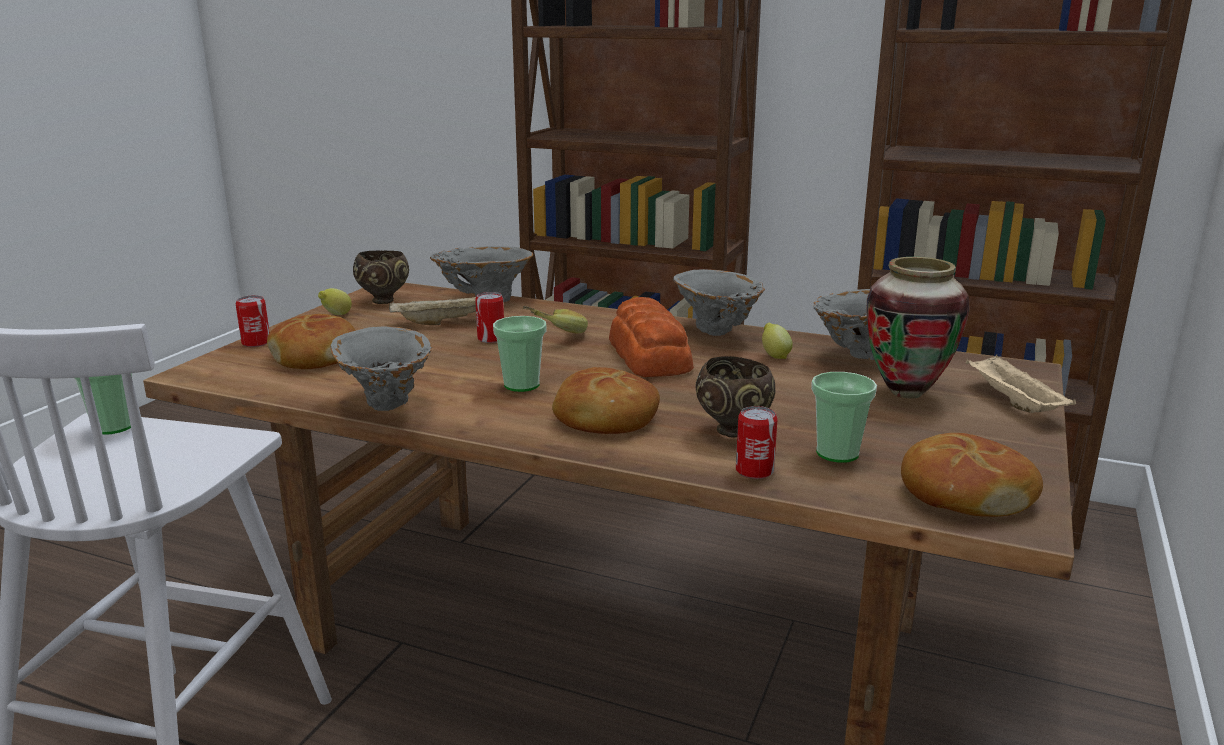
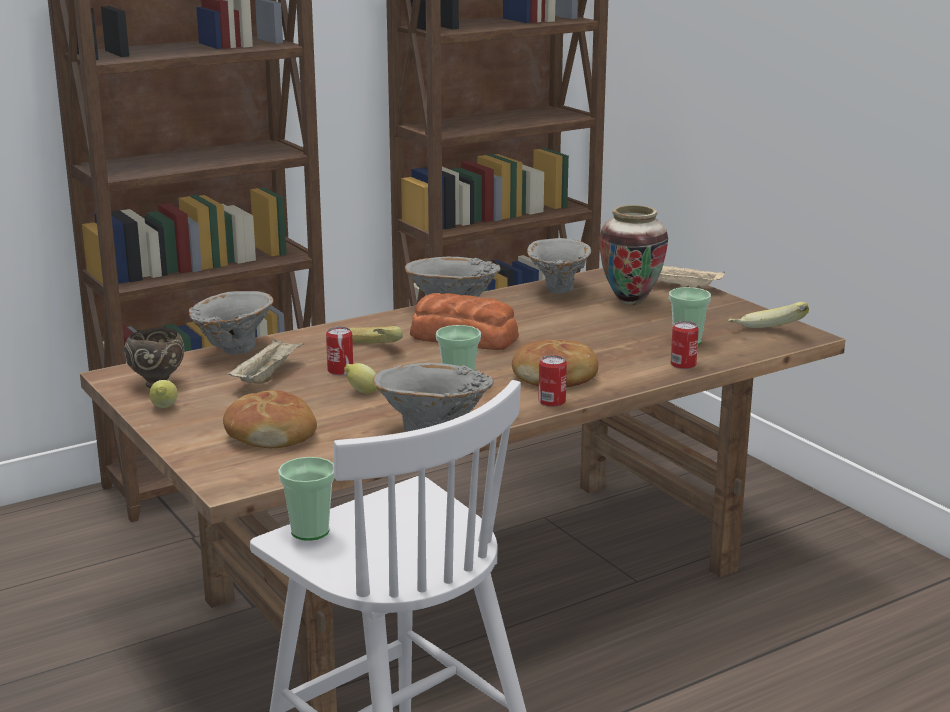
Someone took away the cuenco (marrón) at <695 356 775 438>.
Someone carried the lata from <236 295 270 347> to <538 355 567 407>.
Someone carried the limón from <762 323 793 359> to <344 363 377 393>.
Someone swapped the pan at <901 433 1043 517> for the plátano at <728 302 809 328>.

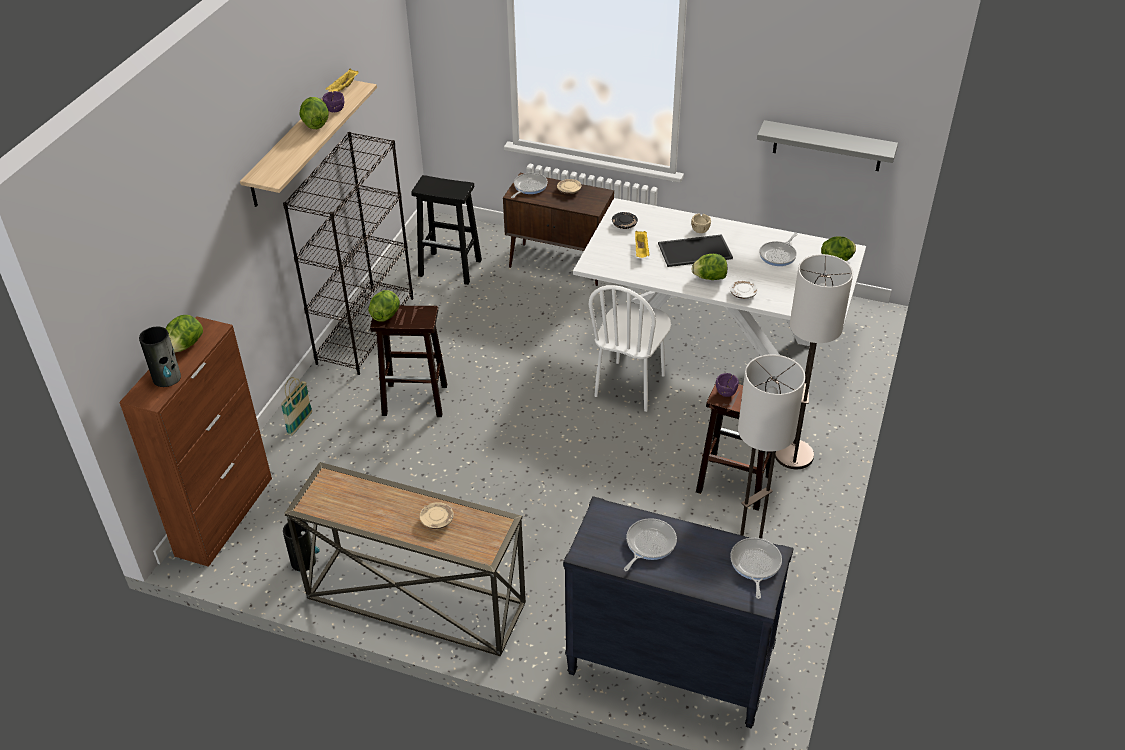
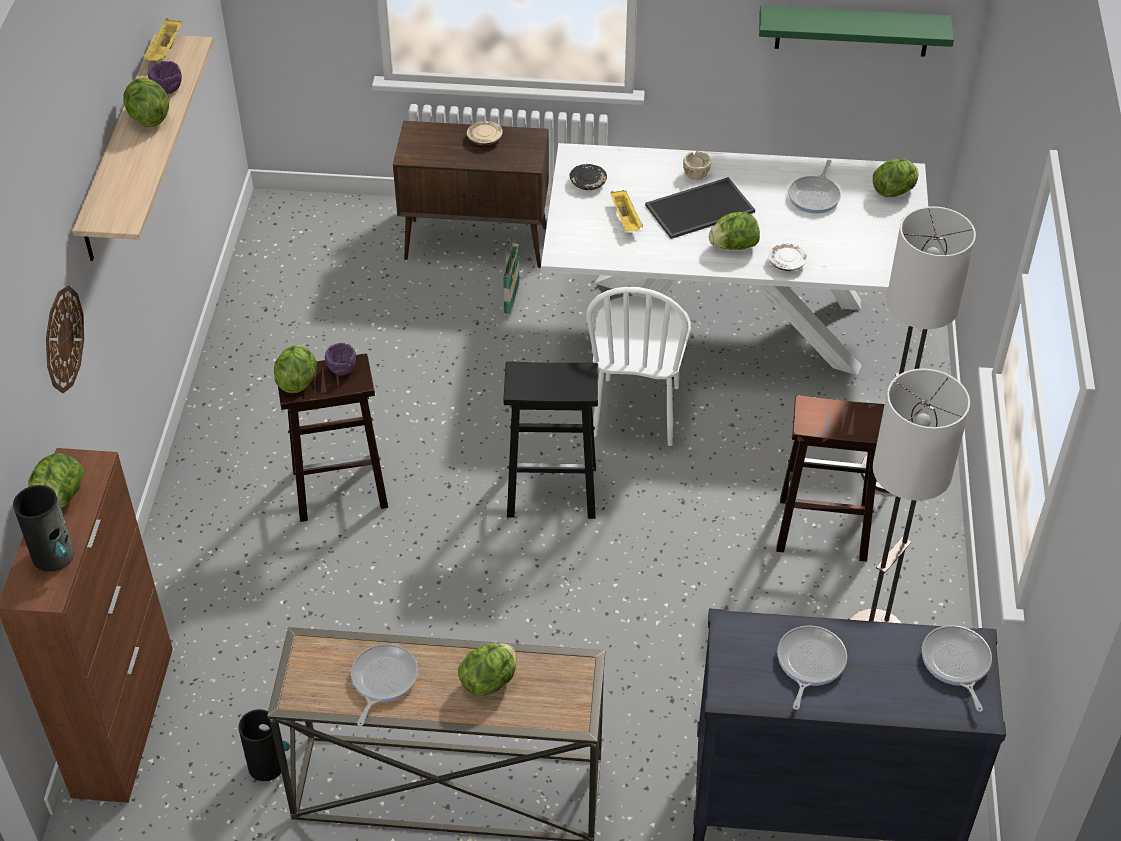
Someone took away the estantería (negro) at <283 132 413 375>.
Someone put up the reloj de pared at <46 285 84 393>.
Someone carried the cesta from <281 377 312 436> to <503 238 520 316>.
Someone carried the taburete (negro) from <411 175 482 285> to <504 361 598 519>.
Someone carried the sartén from <511 173 548 198> to <351 644 418 726>.
Someone carried the cuenco (morado) from <716 373 739 397> to <325 343 356 375>.
Someone swapped the plato (beis) at <420 502 454 529> for the lechuga at <458 643 517 696>.
Someone repainted the estante (gris) at <757 120 898 171>, which became the estante (verde) at <759 6 954 57>.

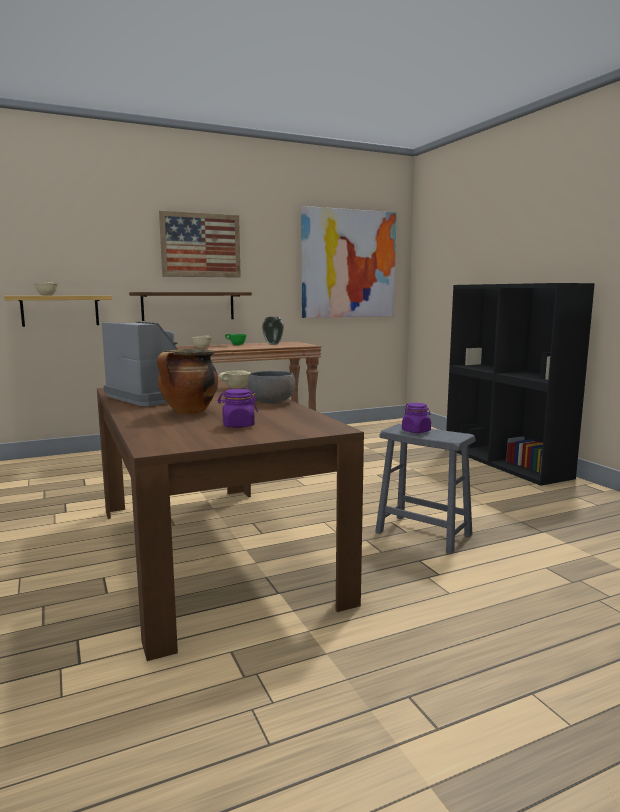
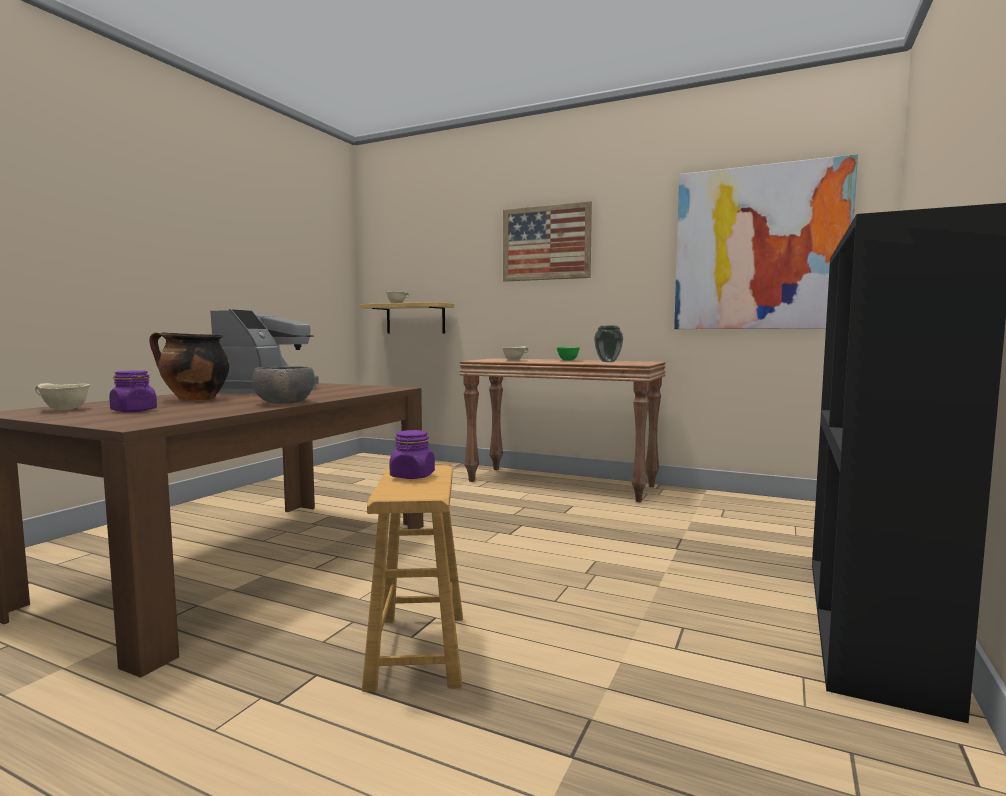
Someone took away the estante at <129 292 252 321>.
Someone carried the cuenco (beis) from <218 371 250 389> to <35 383 90 410>.
Someone repainted the taburete (gris) at <375 424 476 554>, which became the taburete (marrón) at <362 465 463 692>.

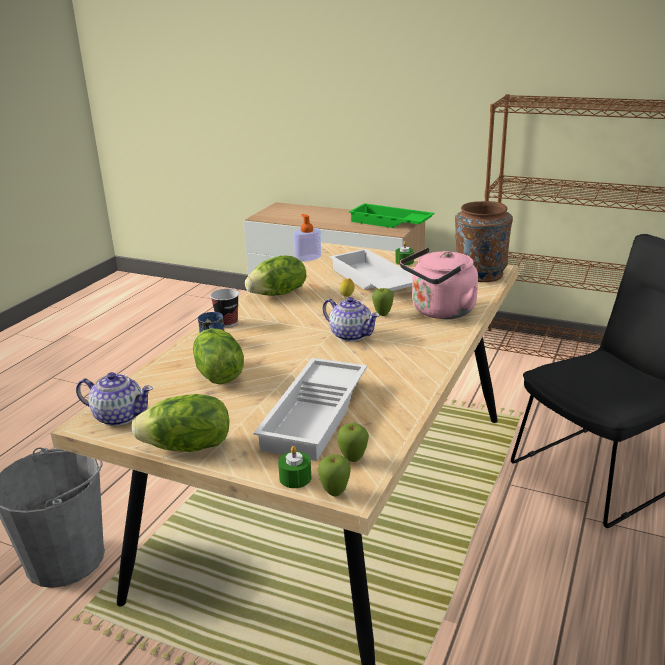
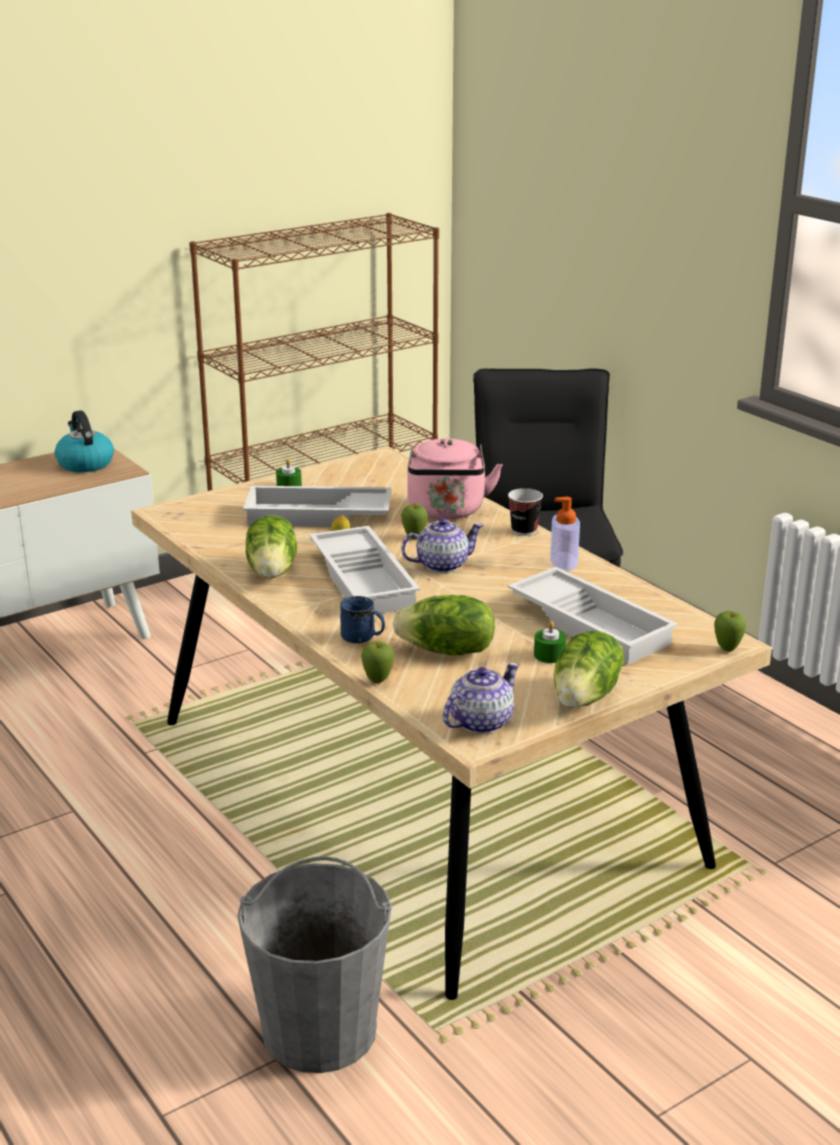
Someone took away the florero (marrón) at <455 201 513 282>.
Someone put down the bandeja (blanco) at <309 526 420 615>.
Someone carried the taza from <210 289 239 327> to <508 488 543 536>.
Someone carried the vela (verde) from <278 446 311 488> to <534 621 567 663>.
Someone carried the dispensador de jabón from <294 214 321 262> to <550 497 580 571>.
Someone carried the manzana from <337 423 369 462> to <361 642 394 683>.
Someone swapped the bandeja (verde) at <349 203 434 228> for the hervidor at <55 410 114 472>.

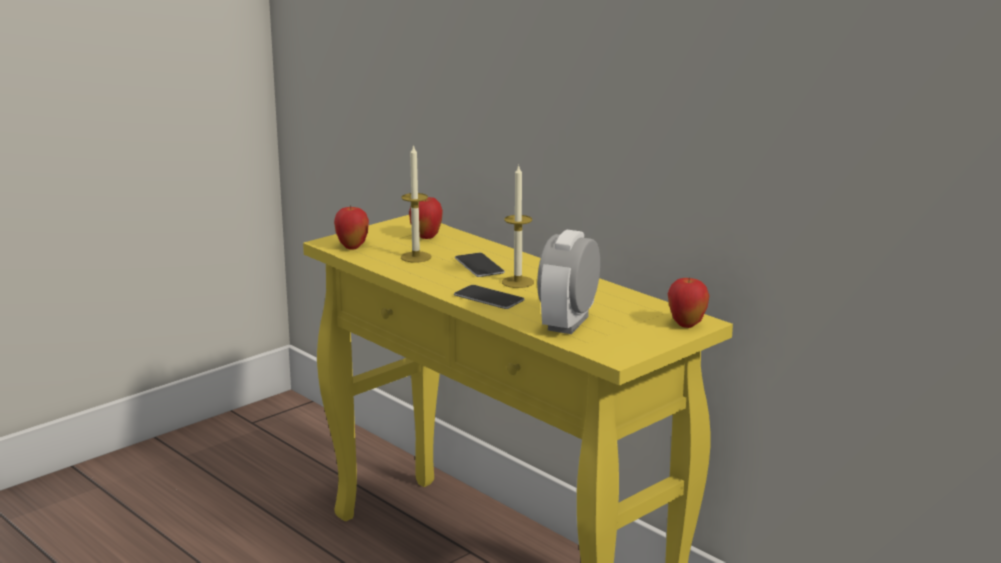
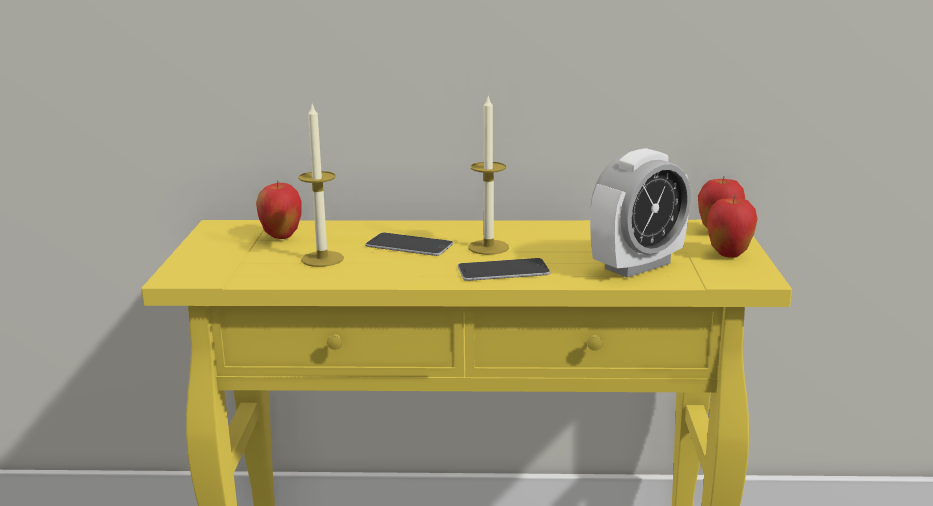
Someone carried the manzana from <334 205 369 250> to <707 196 758 258>.
Someone rotated the despertador at <537 230 600 334> by 105 degrees counterclockwise.

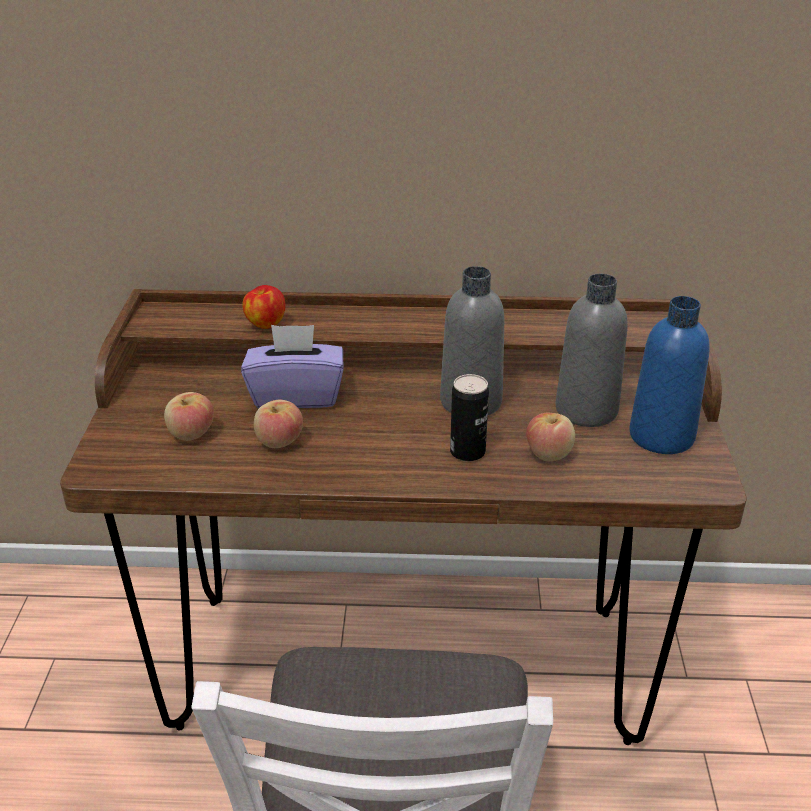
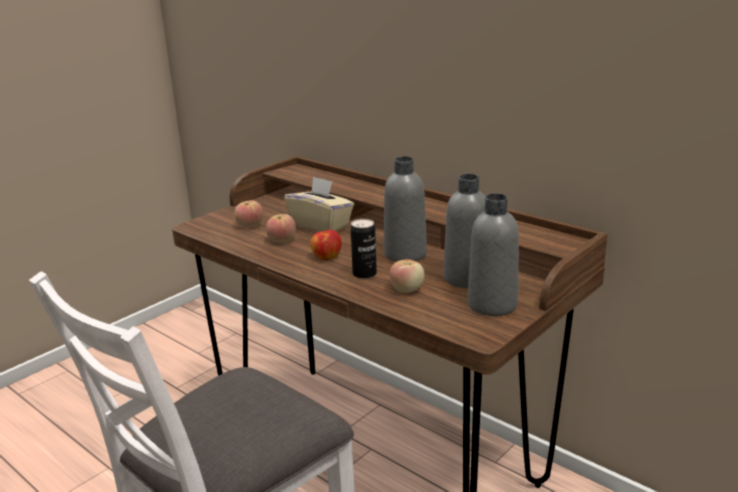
Someone carried the manzana from <242 285 286 329> to <310 230 342 260>.
Someone repainted the caja de pañuelos (morado) at <241 325 344 408>, which became the caja de pañuelos (beis) at <284 176 354 232>.
Someone repainted the botella (azul) at <629 296 710 454>, which became the botella (gris) at <467 193 519 316>.

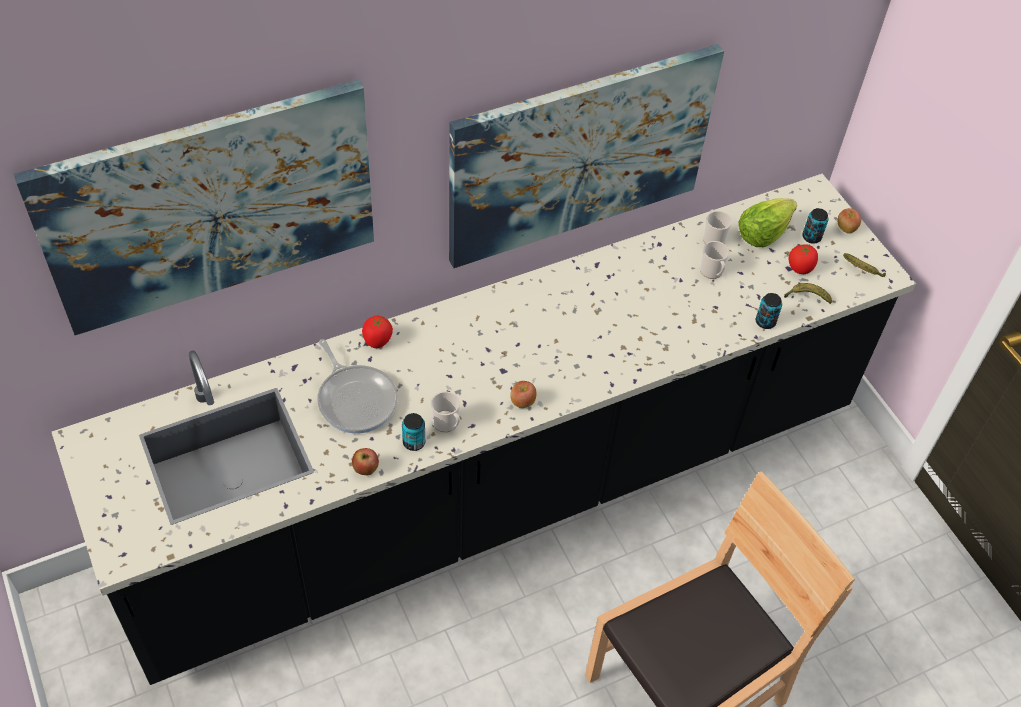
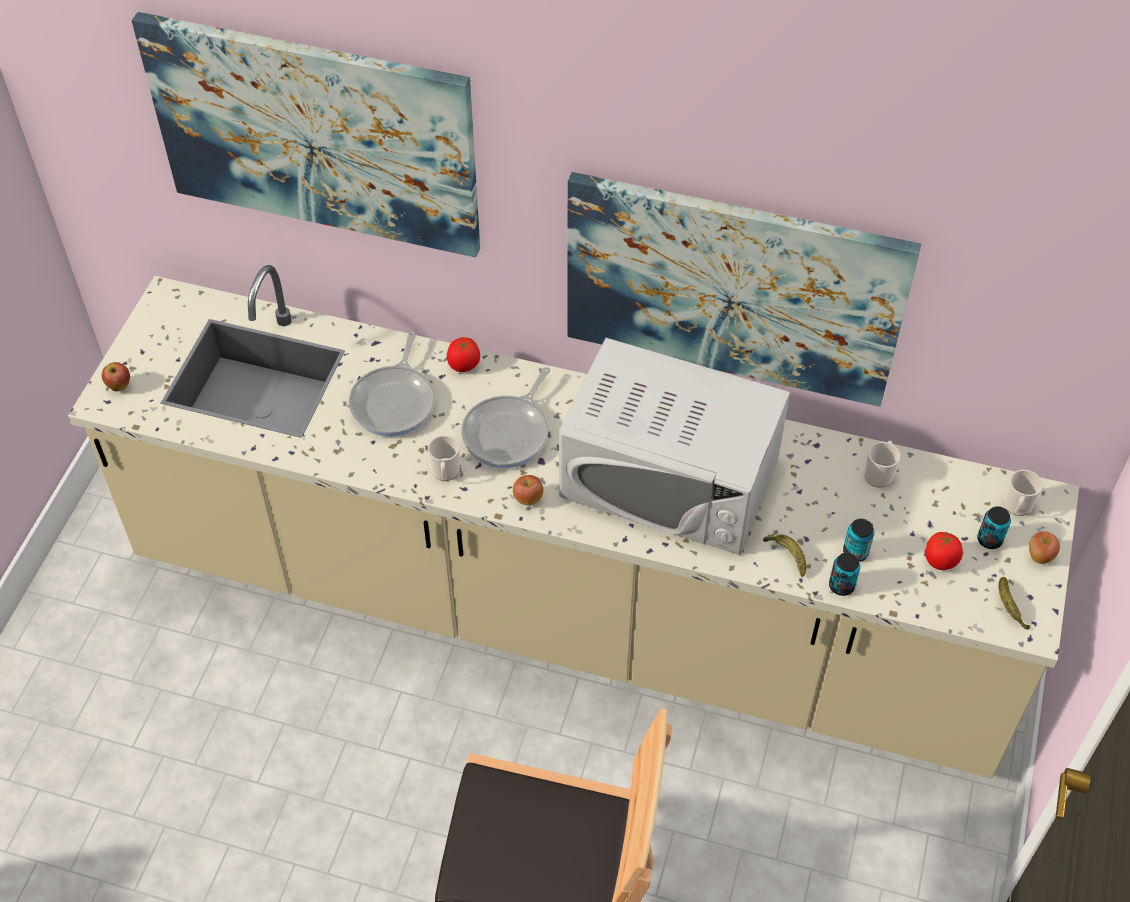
Someone took away the lechuga at <738 198 797 247>.
Someone put down the sartén at <461 367 550 468>.
Someone put down the microondas (blanco) at <559 338 790 555>.
Someone carried the manzana from <352 448 379 475> to <102 362 130 391>.
Someone carried the lata from <402 413 425 451> to <843 519 874 561>.
Someone carried the taza grande from <700 241 729 279> to <1003 470 1043 516>.
Someone carried the plátano from <784 283 832 304> to <763 534 807 577>.
Someone repainted the mueble bajo de cocina (negro) at <52 174 916 685>, which became the mueble bajo de cocina (beis) at <68 265 1079 778>.

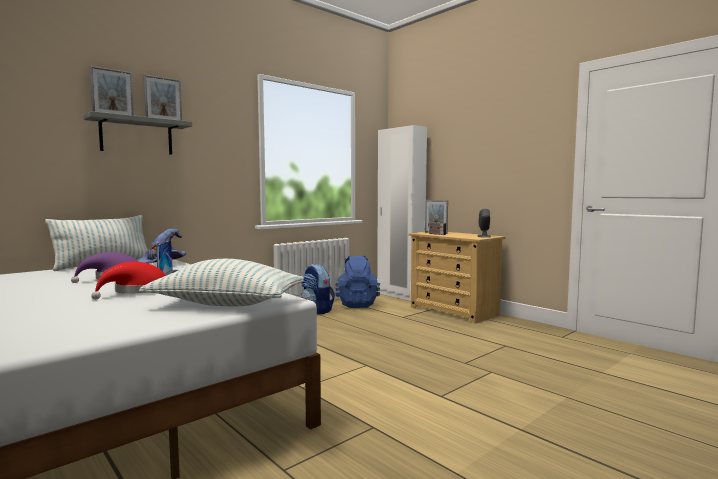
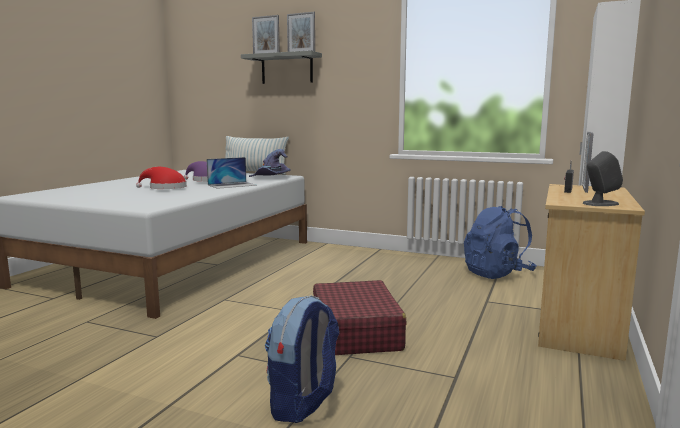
Someone took away the cojín at <139 259 304 307>.
Someone put down the maleta (rojo) at <313 280 407 355>.
Someone carried the mochila from <301 264 335 314> to <265 295 339 423>.

